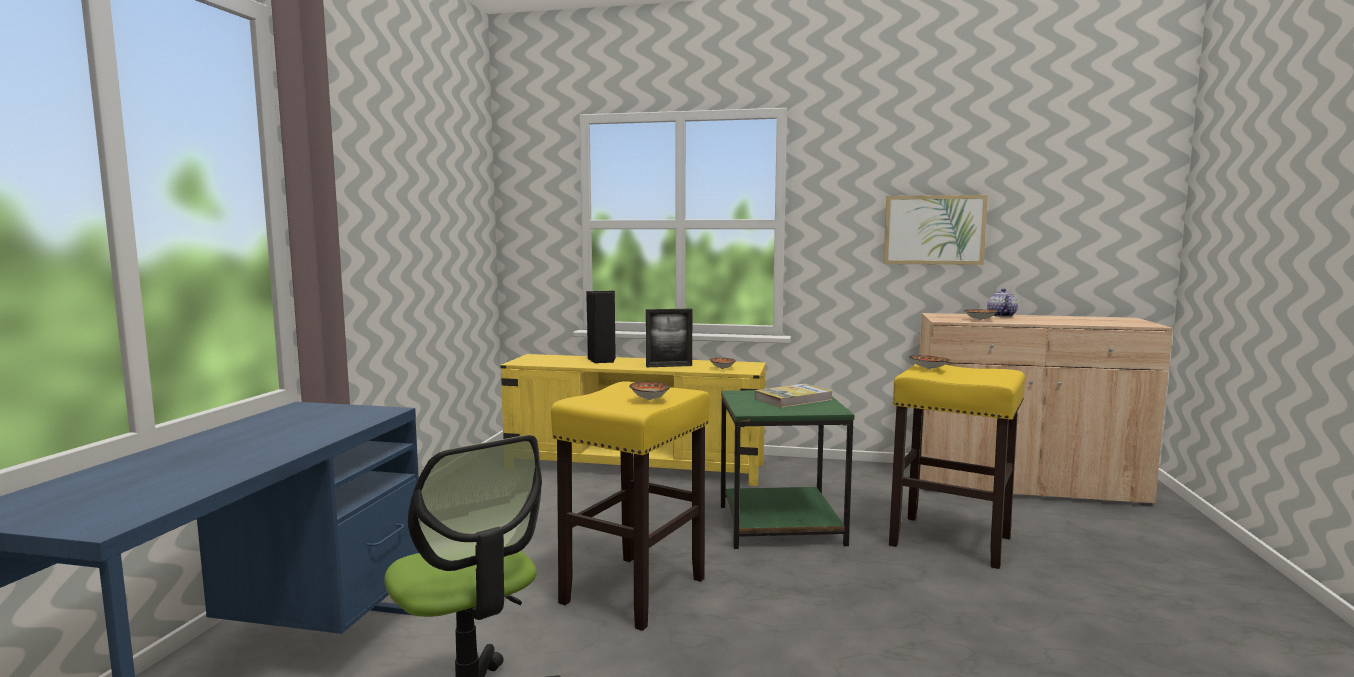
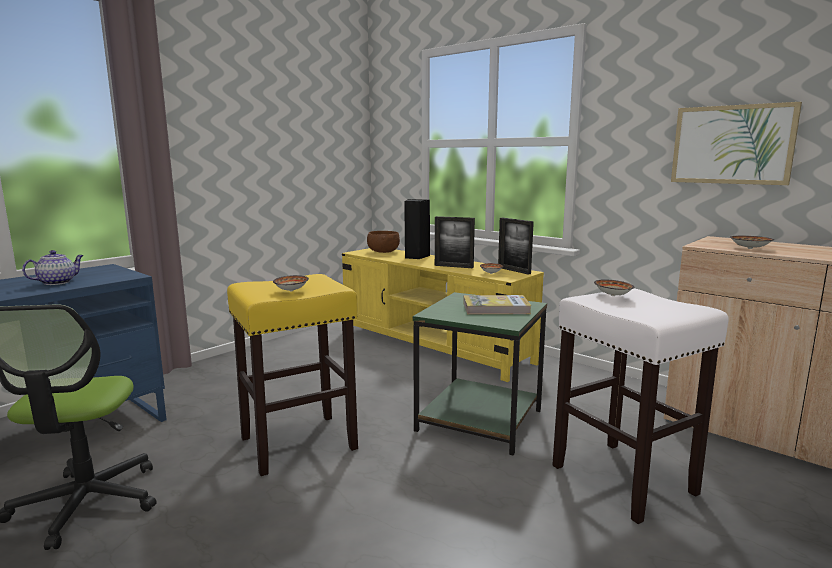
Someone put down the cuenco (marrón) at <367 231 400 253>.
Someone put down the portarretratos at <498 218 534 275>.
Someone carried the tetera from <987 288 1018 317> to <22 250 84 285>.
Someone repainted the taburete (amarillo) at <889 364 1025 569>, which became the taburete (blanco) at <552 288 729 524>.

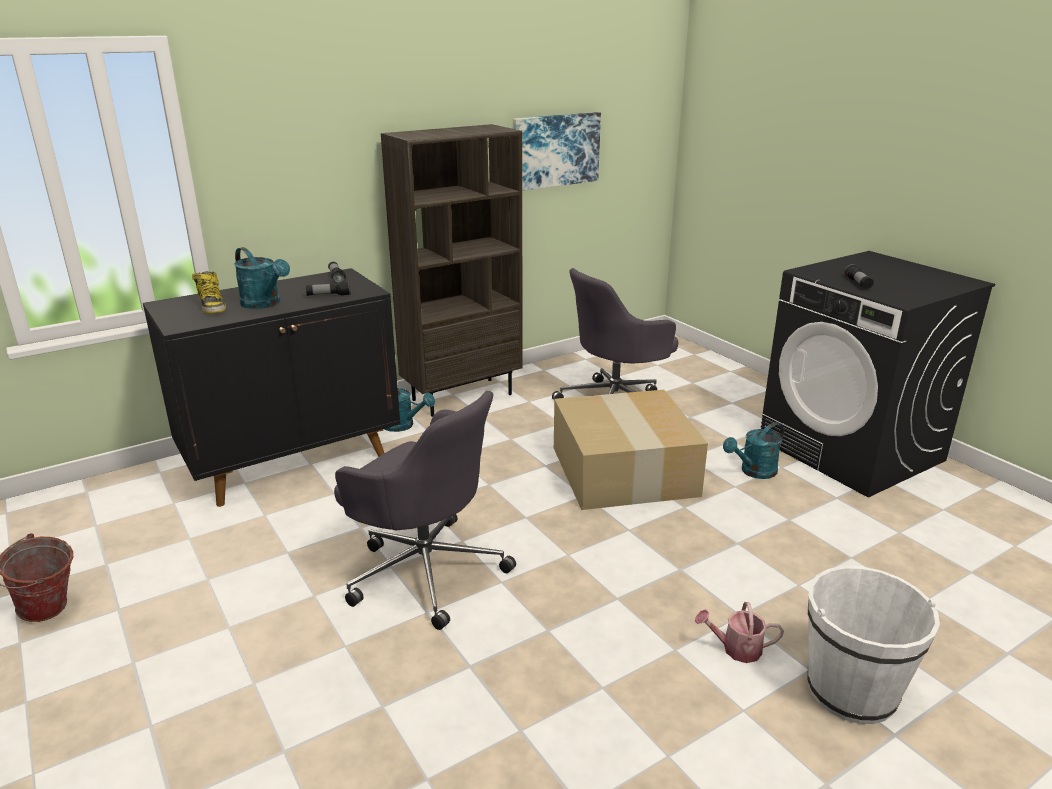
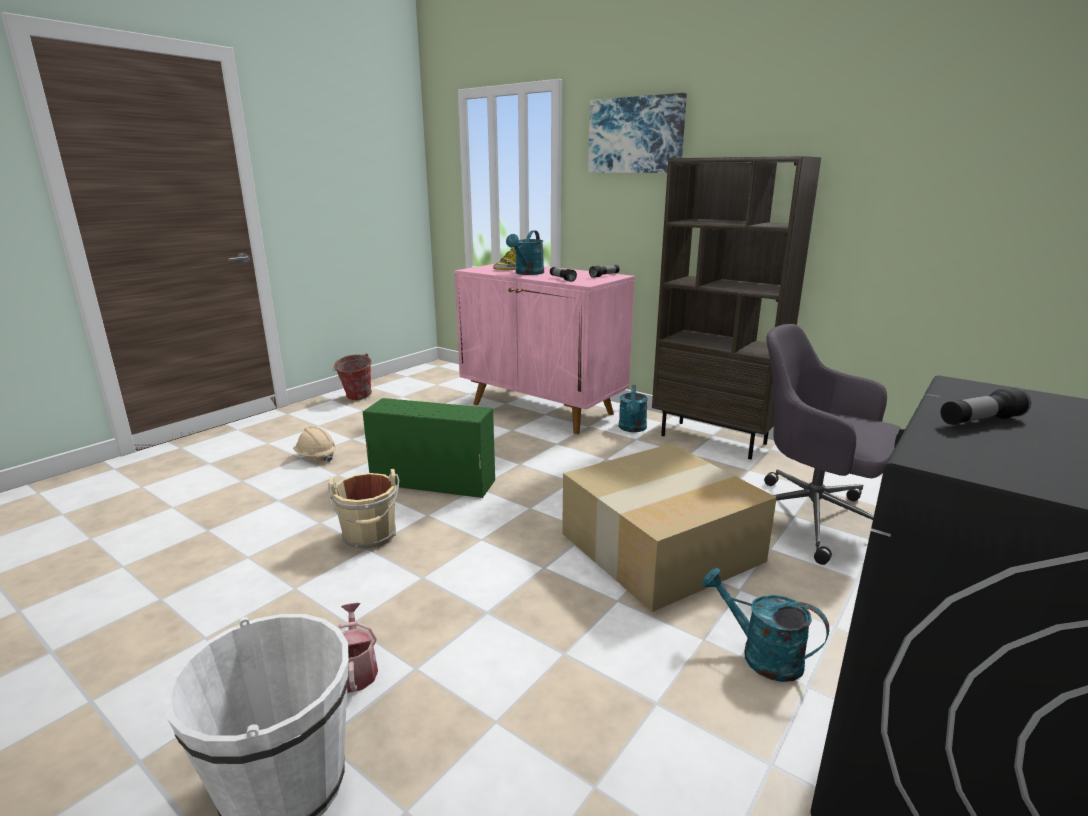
Someone put down the casco (beis) at <293 426 336 462>.
Someone put down the cubo (beis) at <327 469 399 550>.
Someone carried the cuadro from <513 112 601 191> to <588 93 687 173>.
Someone swapped the silla de oficina (gris) at <334 391 516 630> for the caja de almacenaje (verde) at <363 398 495 498>.
Someone repainted the armario (negro) at <143 268 400 507>, which became the armario (rosa) at <454 264 635 434>.

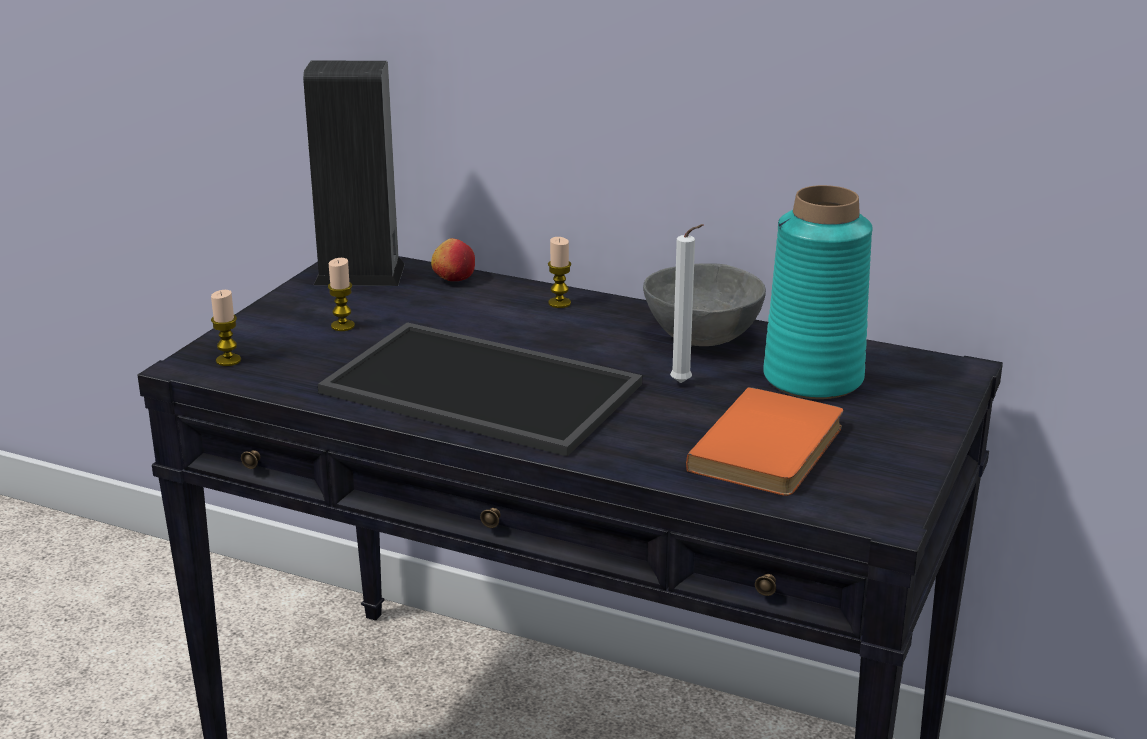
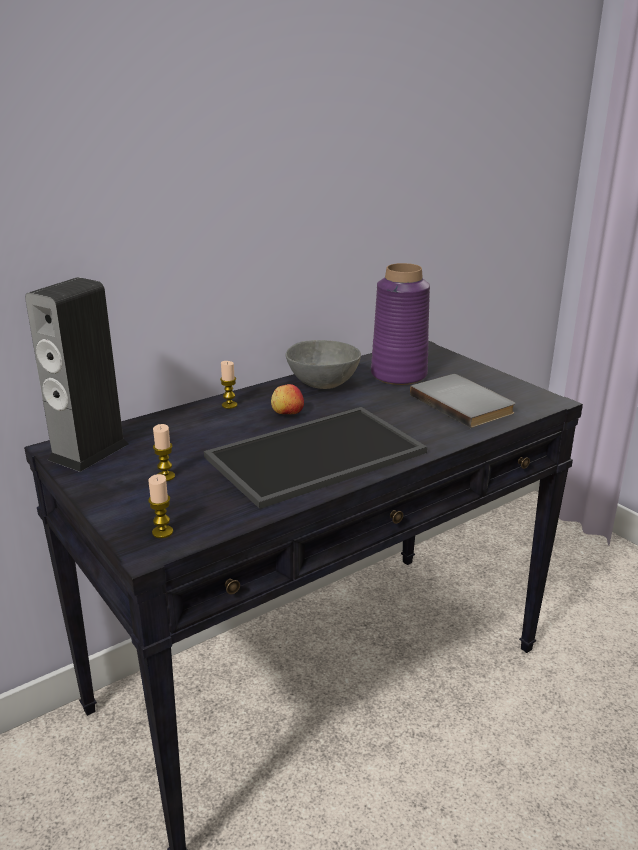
Someone took away the vela (blanco) at <670 224 704 383>.
Someone carried the manzana from <431 238 475 281> to <271 384 304 414>.
Someone repainted the libro (naranja) at <686 387 843 496>, which became the libro (gris) at <410 374 515 428>.
Someone repainted the florero (turquesa) at <763 185 873 399>, which became the florero (morado) at <371 263 430 385>.

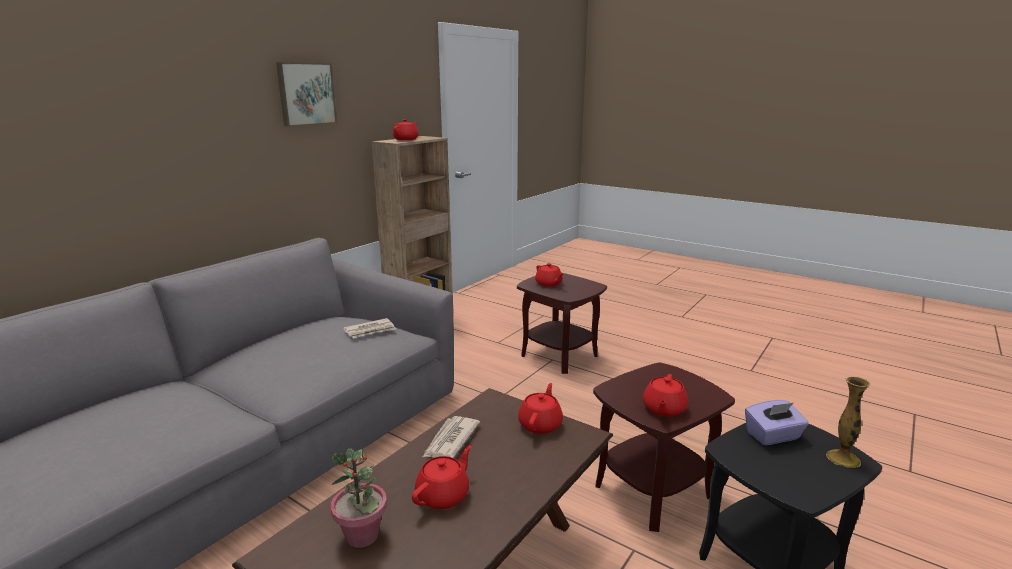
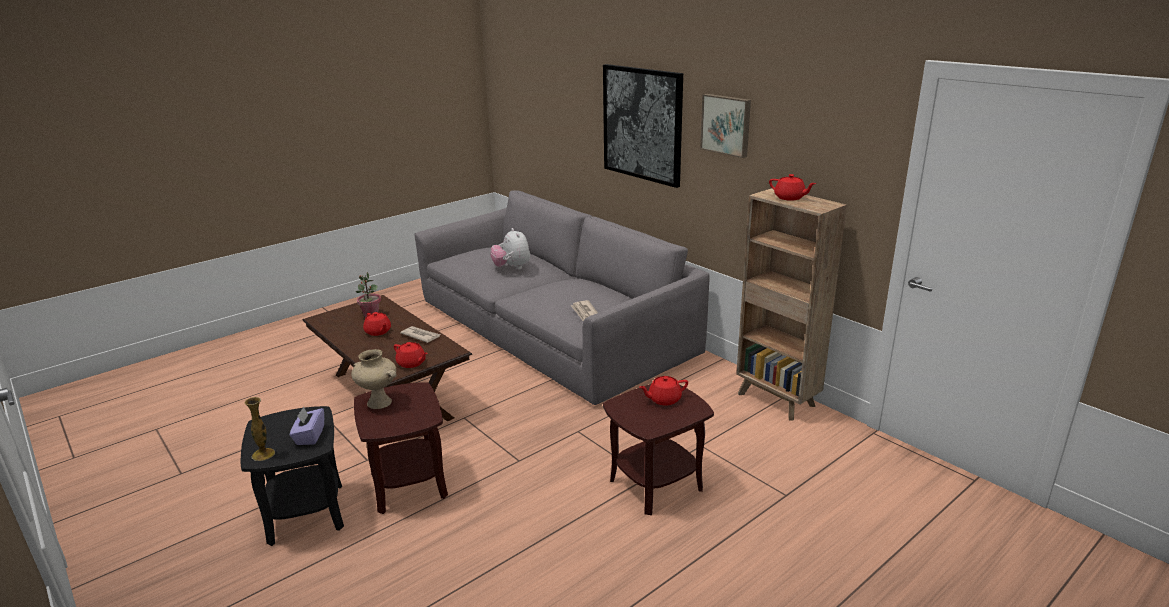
Someone put down the peluche at <490 228 530 270>.
Someone put up the cuadro at <603 64 683 188>.
Someone swapped the tetera (rojo) at <643 374 688 416> for the florero (beis) at <351 349 397 409>.

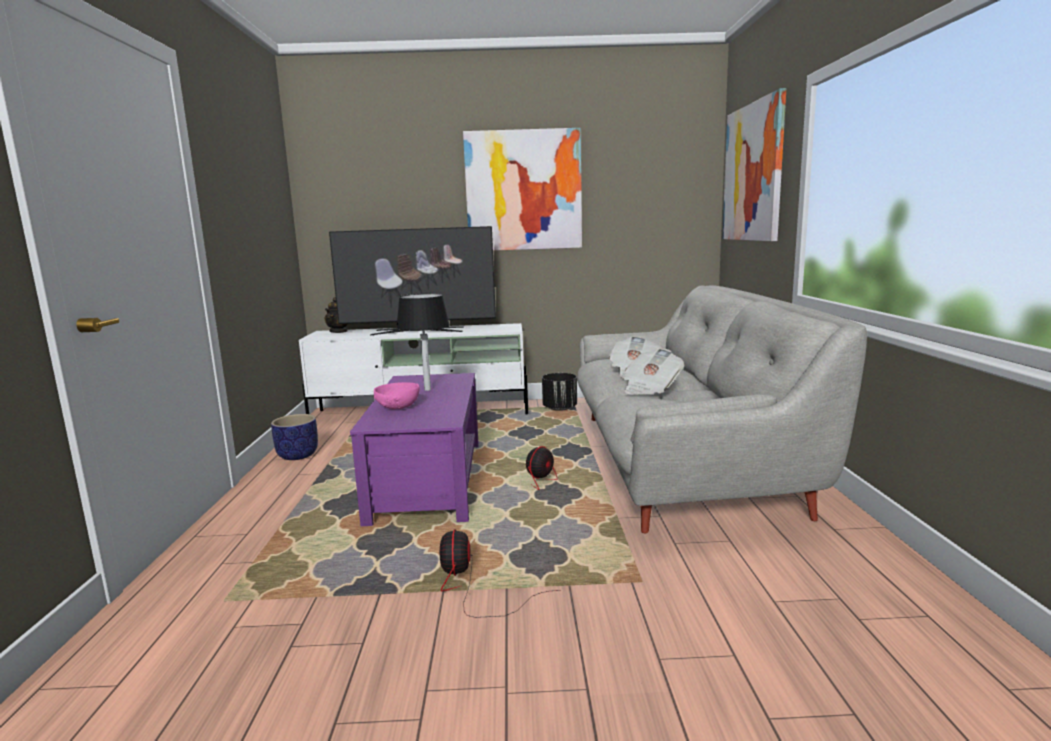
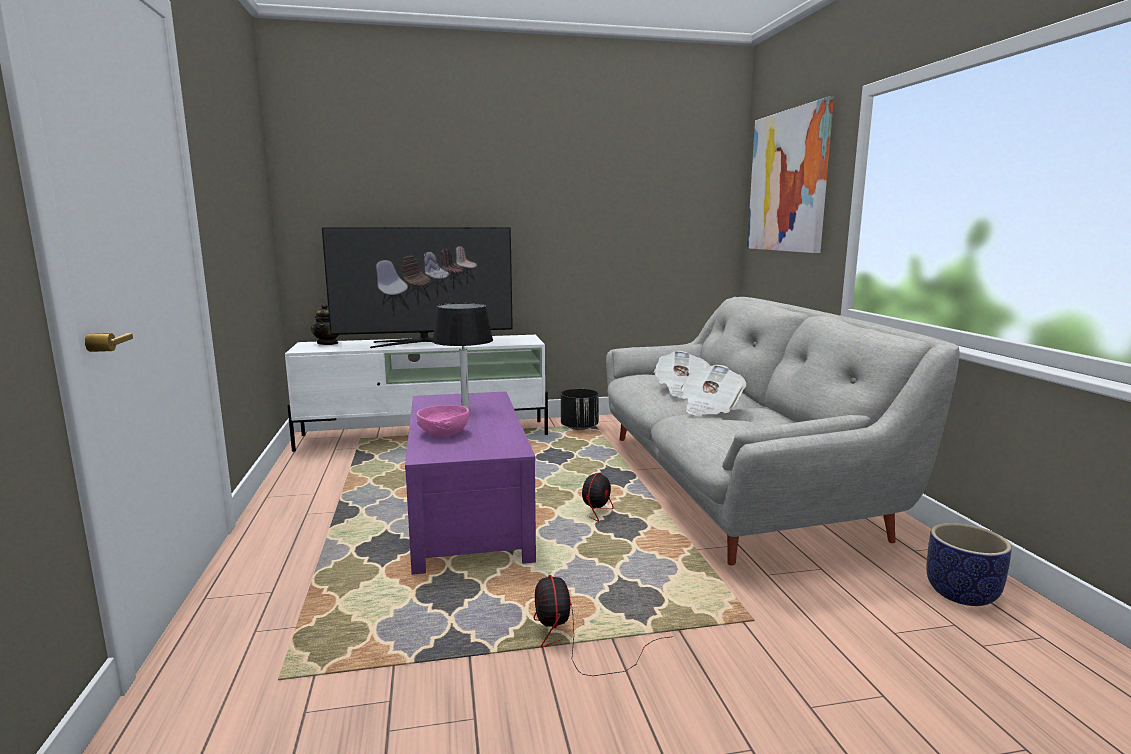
Someone took away the cuadro at <463 128 582 251>.
Someone carried the maceta from <271 414 318 460> to <927 523 1012 606>.

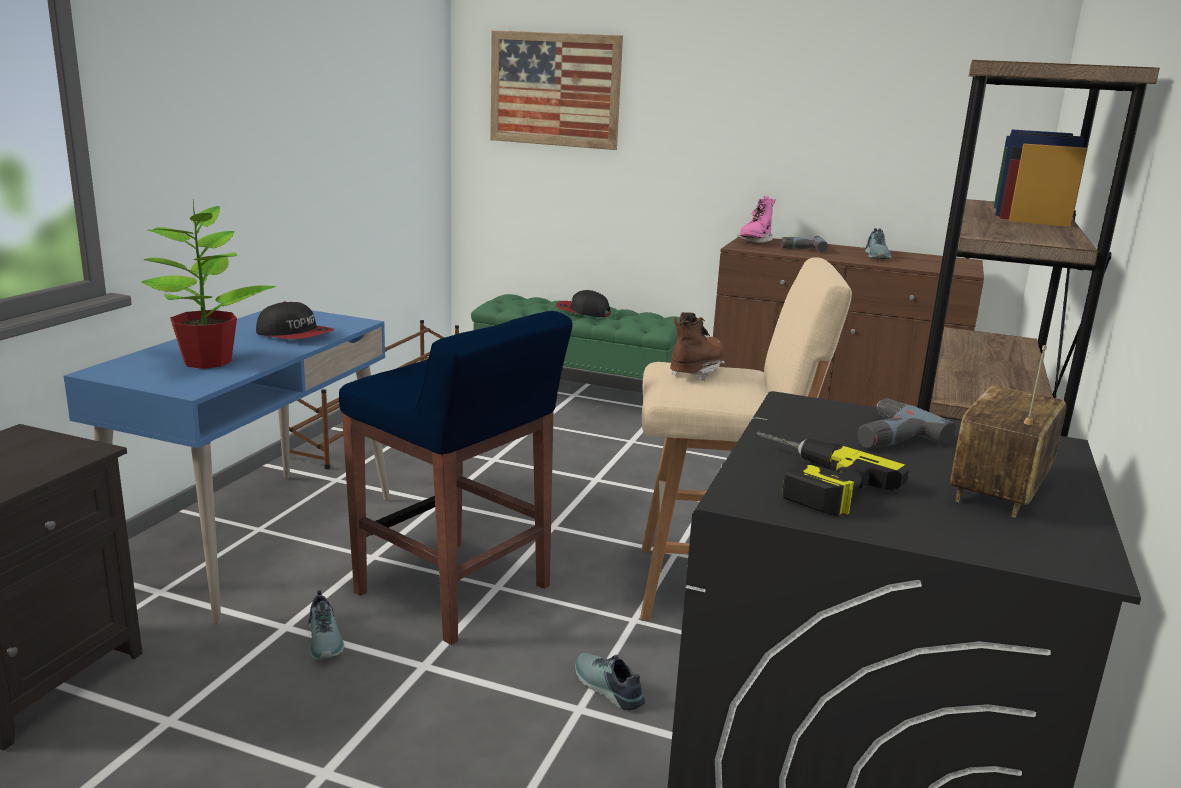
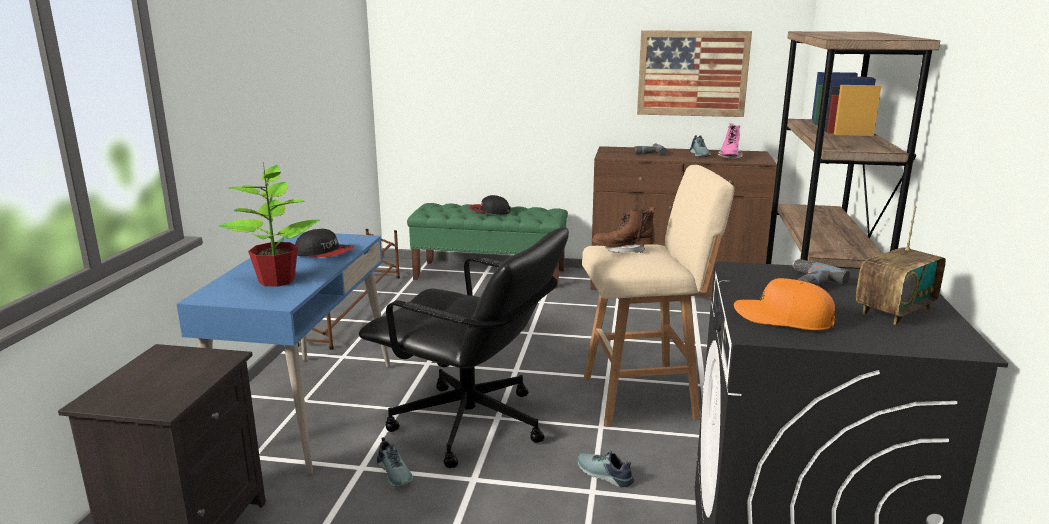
Someone carried the cuadro from <490 30 623 150> to <637 30 752 117>.
Someone carried the bota (rosa) from <737 196 776 243> to <718 123 743 159>.
Someone swapped the taburete (azul) at <339 311 572 645> for the silla de oficina (negro) at <359 227 569 468>.
Someone swapped the taladro at <757 431 909 517> for the gorra (naranja) at <734 278 835 330>.
Someone rotated the bota (marrón) at <670 312 725 381> by 120 degrees counterclockwise.
Someone rotated the radio at <950 345 1066 518> by 150 degrees counterclockwise.

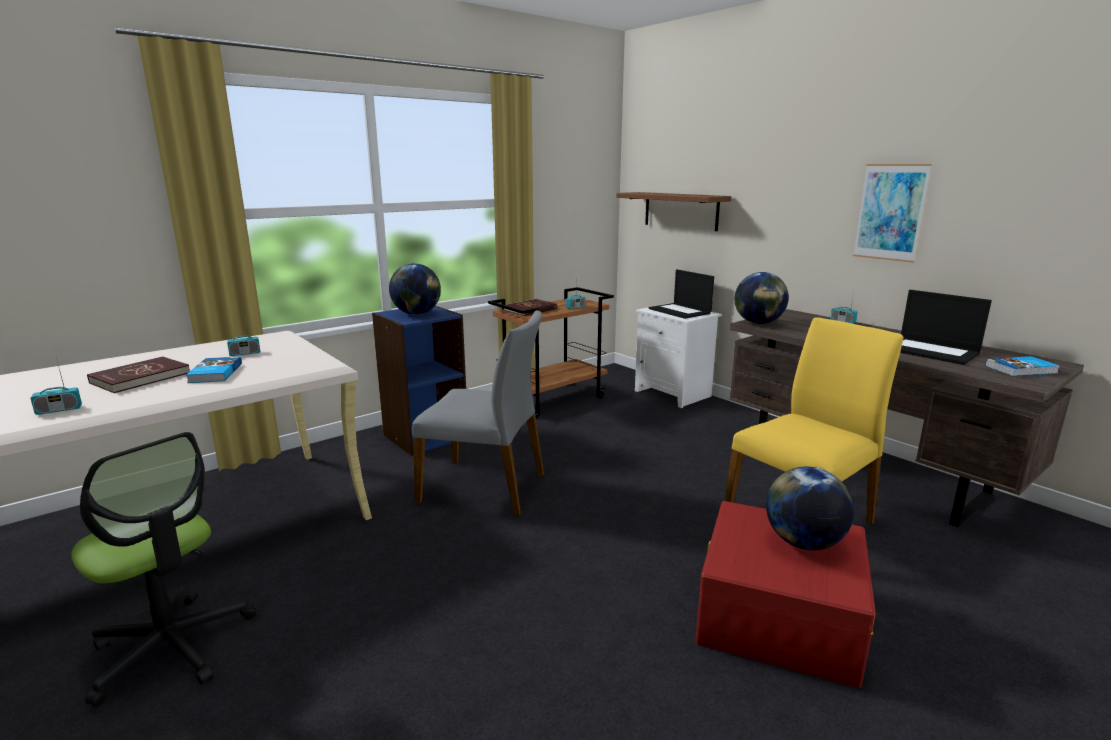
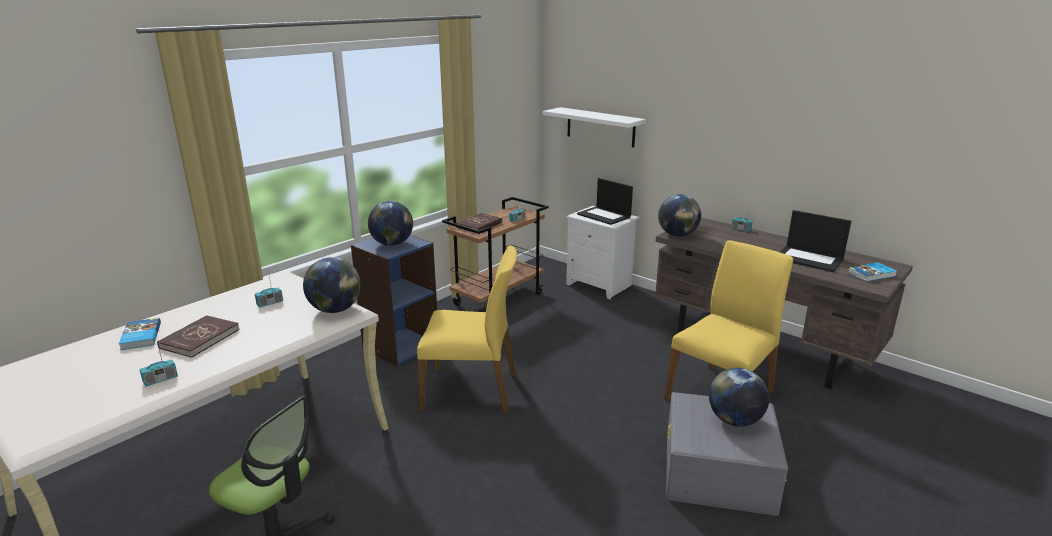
Someone took away the cuadro at <853 164 932 263>.
Someone put down the globo terráqueo at <303 257 361 313>.
Someone carried the libro from <186 357 242 383> to <119 318 161 350>.
Someone repainted the silla (gris) at <412 310 544 516>, which became the silla (amarillo) at <417 245 517 414>.
Someone repainted the estante (marrón) at <616 192 731 231>, which became the estante (blanco) at <543 107 646 148>.
Someone repainted the caja de almacenaje (rojo) at <695 501 876 688>, which became the caja de almacenaje (gris) at <666 392 788 516>.

